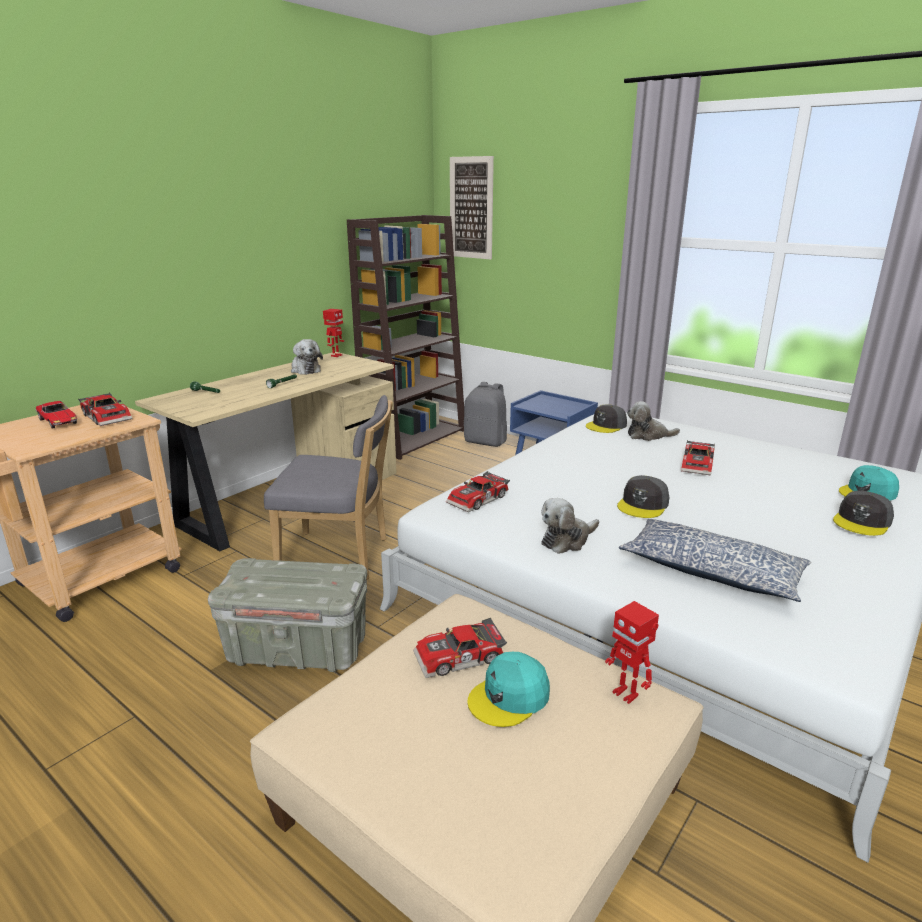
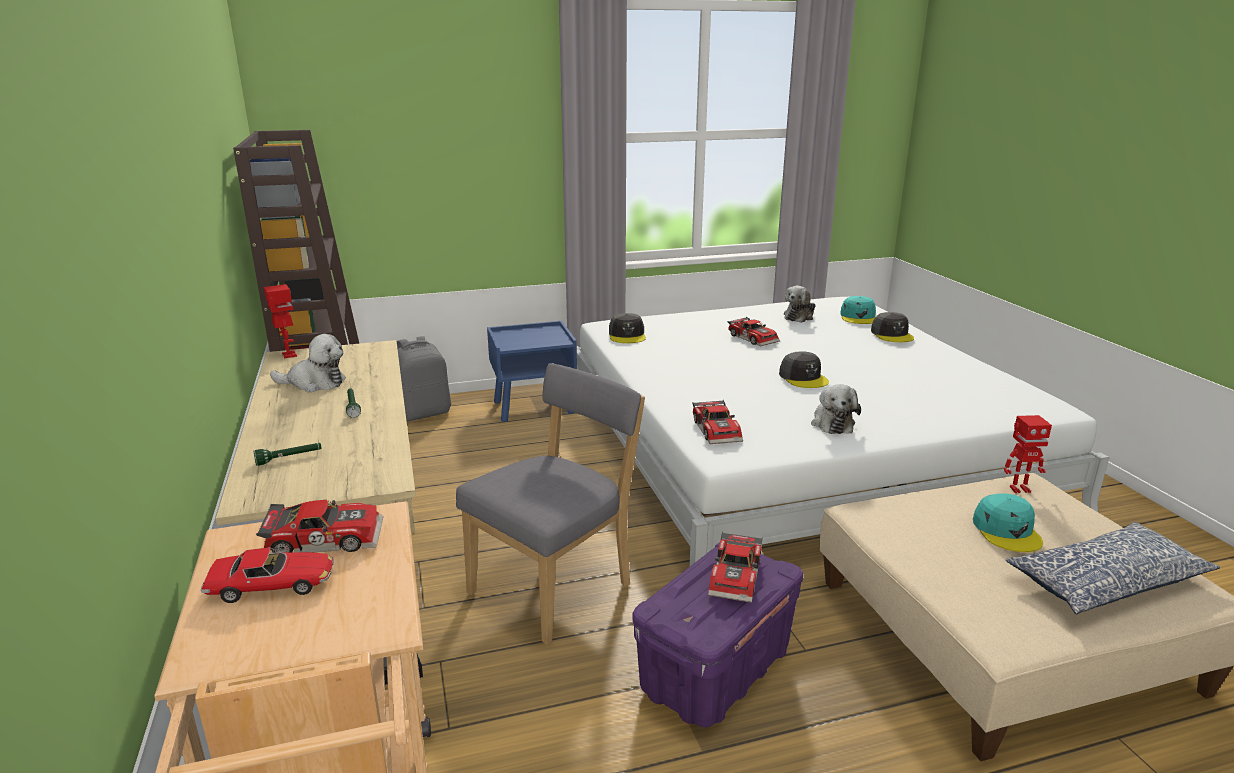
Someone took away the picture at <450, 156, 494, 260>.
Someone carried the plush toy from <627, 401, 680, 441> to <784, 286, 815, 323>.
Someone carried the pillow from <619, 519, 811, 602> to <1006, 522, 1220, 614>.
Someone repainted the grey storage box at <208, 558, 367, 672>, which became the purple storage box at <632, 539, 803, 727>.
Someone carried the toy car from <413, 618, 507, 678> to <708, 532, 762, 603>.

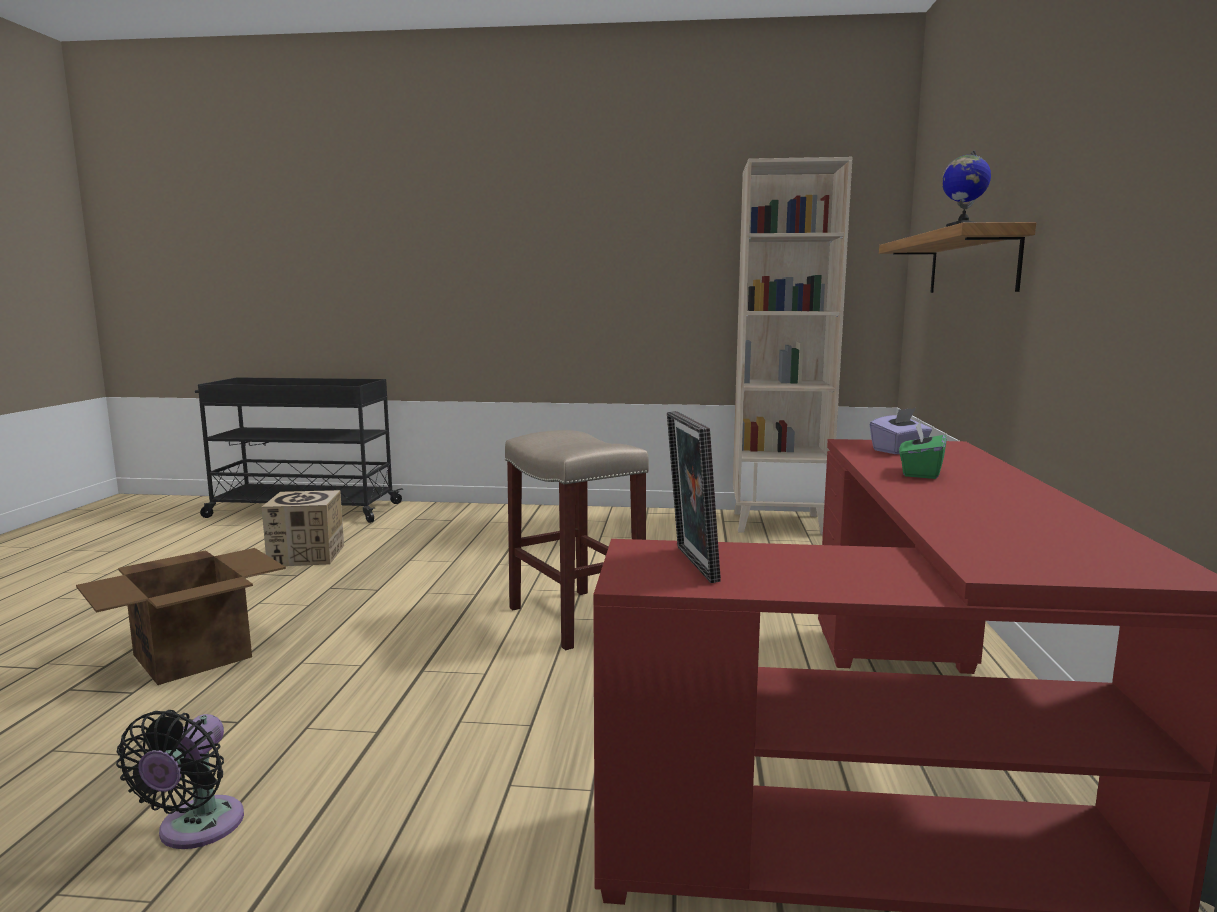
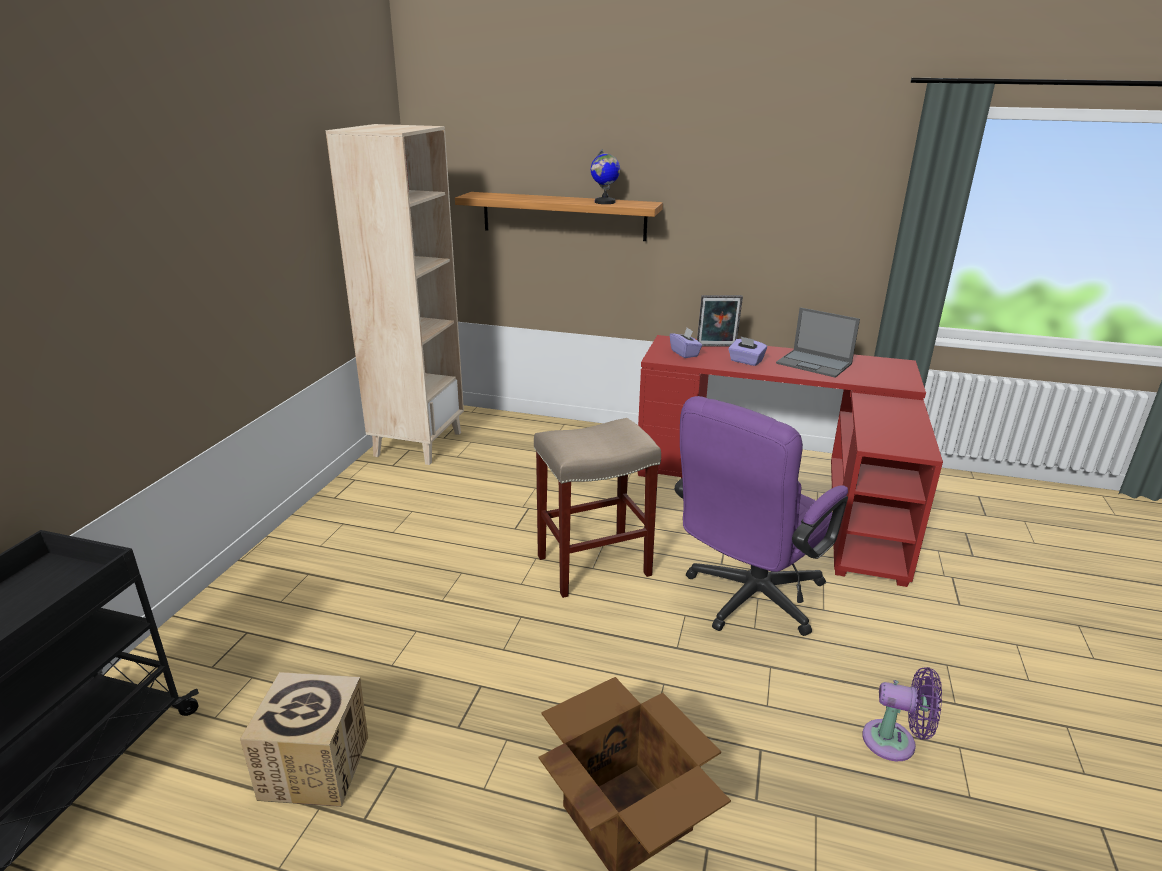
Someone carried the picture frame from <667, 411, 721, 583> to <697, 295, 743, 346>.
Someone repainted the green tissue box at <899, 422, 947, 479>, which became the purple tissue box at <728, 336, 767, 366>.
Someone repainted the black fan at <116, 710, 244, 849>, which became the purple fan at <862, 667, 942, 761>.
Someone put down the laptop at <776, 307, 860, 378>.
Someone put down the purple office chair at <674, 396, 848, 636>.

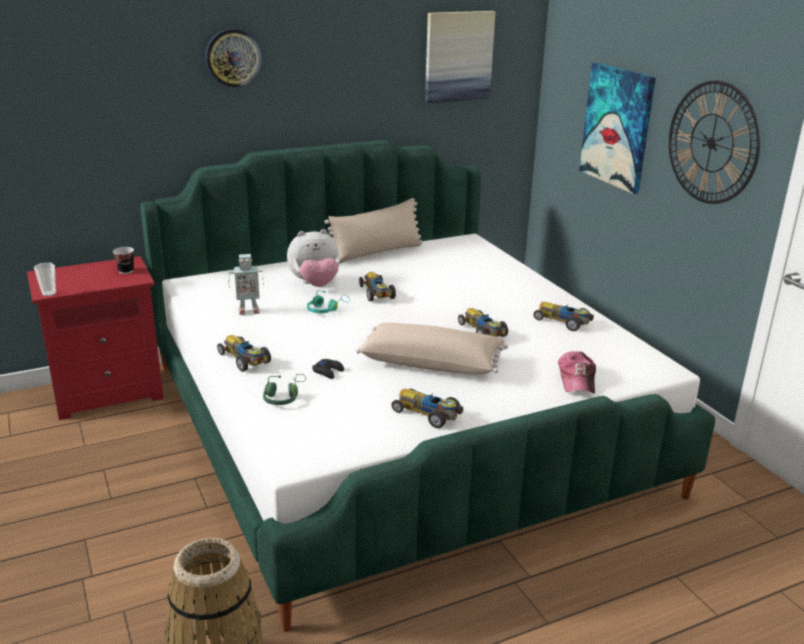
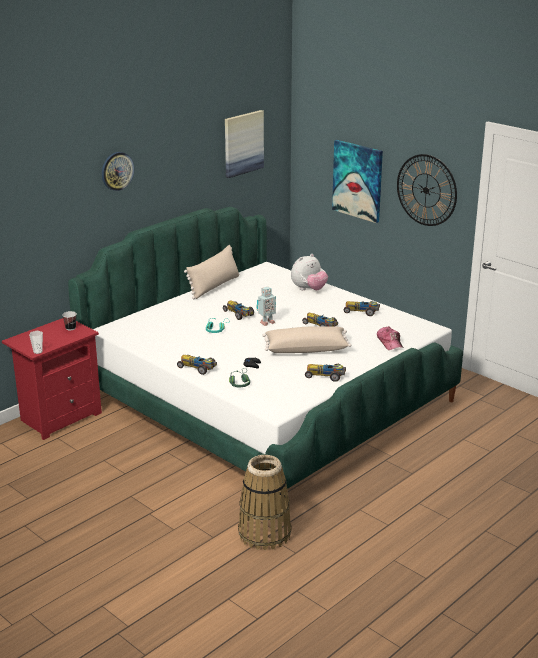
Someone carried the plush toy from <287, 229, 339, 287> to <291, 254, 328, 290>.
Someone carried the toy robot from <228, 254, 264, 315> to <256, 286, 276, 326>.

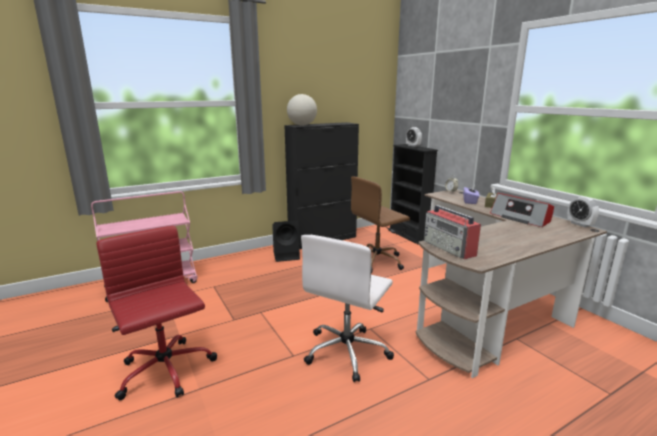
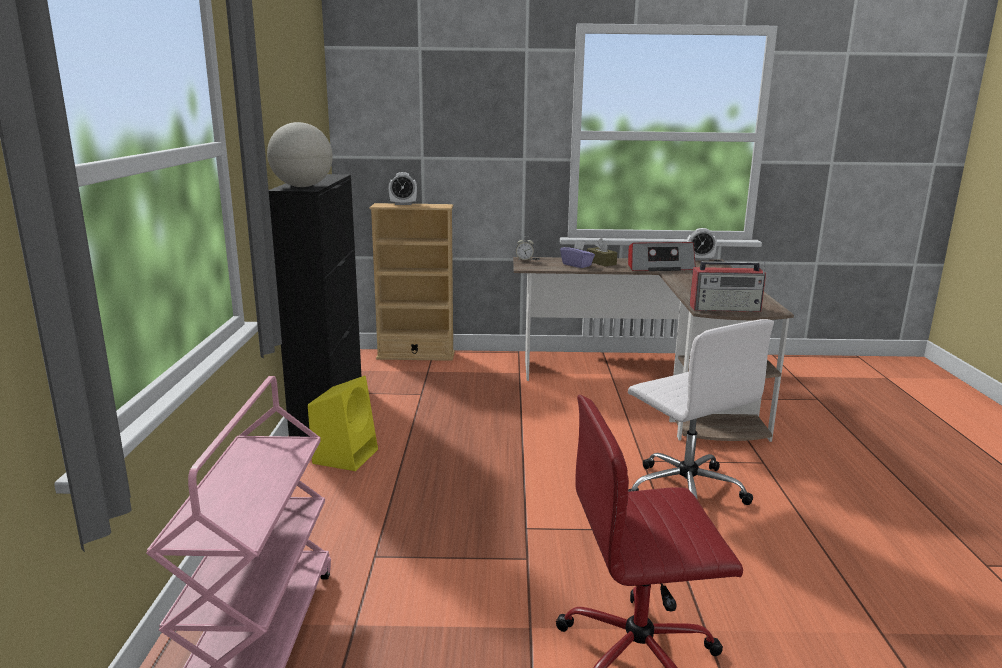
Someone repainted the black bookcase at <390, 144, 438, 244>, which became the beige bookcase at <369, 203, 455, 361>.
Someone took away the brown office chair at <351, 176, 410, 273>.
Someone repainted the black speaker at <272, 221, 300, 262>, which became the yellow speaker at <308, 376, 378, 471>.

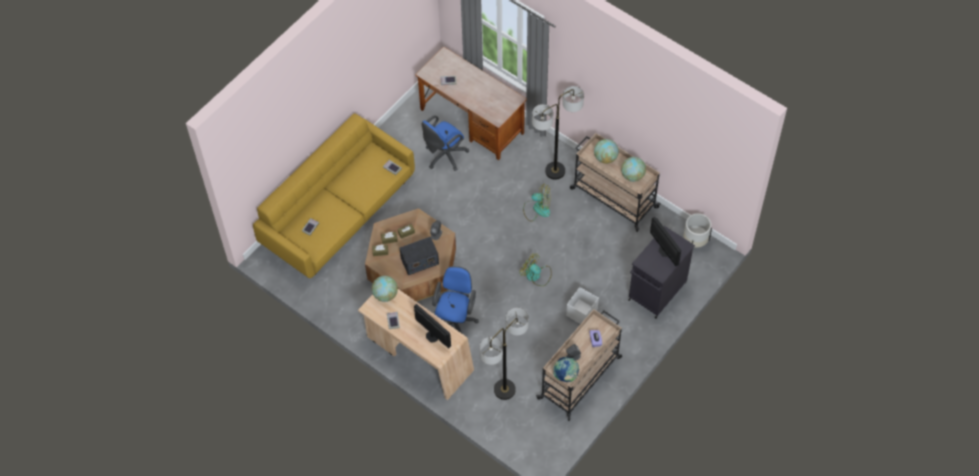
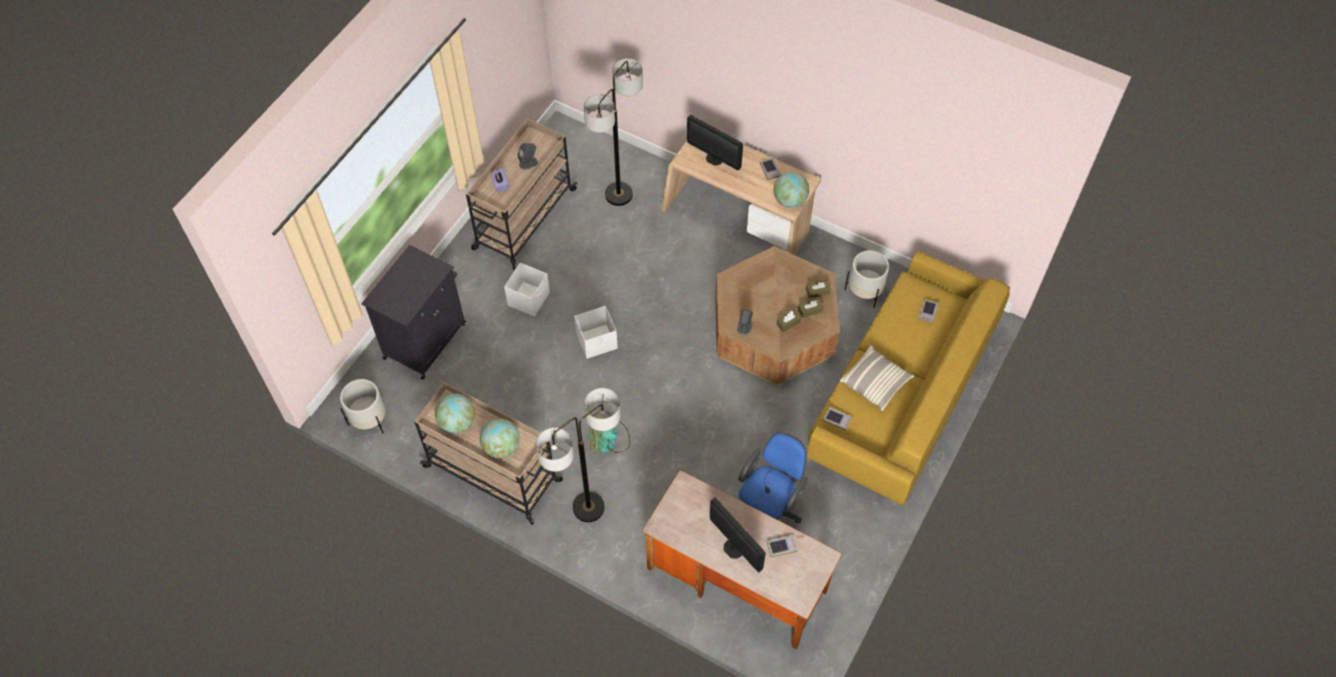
Someone carried the monitor from <650, 217, 681, 266> to <710, 498, 766, 572>.
Someone took away the radio at <400, 237, 439, 275>.
Someone swapped the fan at <519, 253, 552, 286> for the white storage box at <574, 306, 618, 359>.
Someone took away the blue office chair at <432, 266, 478, 333>.
Someone took away the globe at <553, 357, 579, 382>.
Someone put down the white planter at <845, 250, 889, 308>.
Someone put down the pillow at <840, 345, 914, 411>.

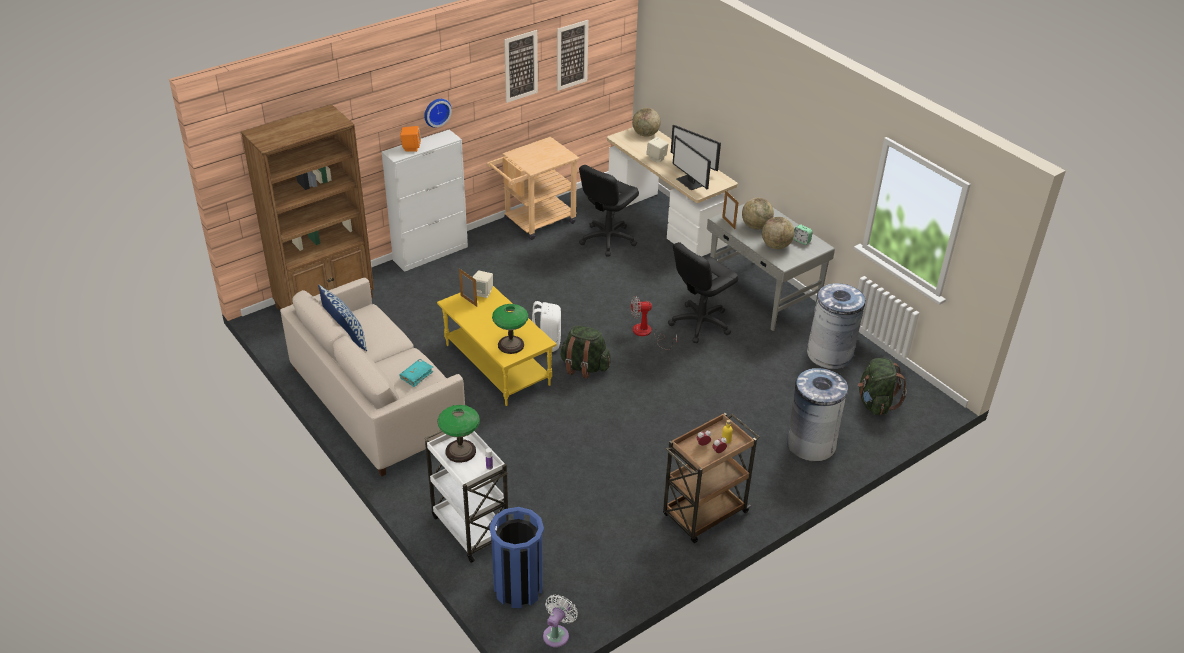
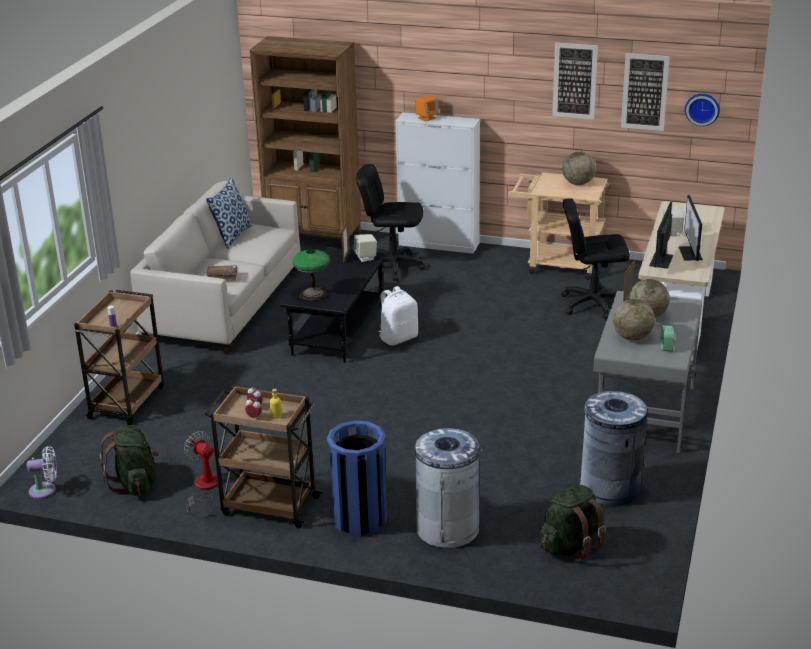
Someone carried the wall clock from <424, 99, 452, 128> to <685, 94, 720, 126>.
Someone carried the globe from <632, 108, 661, 137> to <562, 152, 596, 185>.
Someone carried the black office chair from <668, 242, 738, 343> to <356, 164, 426, 281>.
Someone repainted the yellow coffee table at <437, 286, 557, 406>, which became the black coffee table at <281, 247, 386, 363>.
Someone carried the fan from <631, 296, 677, 350> to <184, 431, 218, 513>.
Someone carried the green backpack from <560, 326, 611, 379> to <100, 425, 159, 495>.
Someone repainted the turquoise book at <399, 359, 433, 387>, which became the brown book at <206, 265, 237, 281>.
Someone took away the table lamp at <438, 405, 480, 463>.
Someone repainted the white cart at <425, 430, 509, 563>, which became the brown cart at <74, 290, 164, 425>.
Someone carried the blue trash can from <489, 507, 544, 608> to <327, 421, 387, 537>.

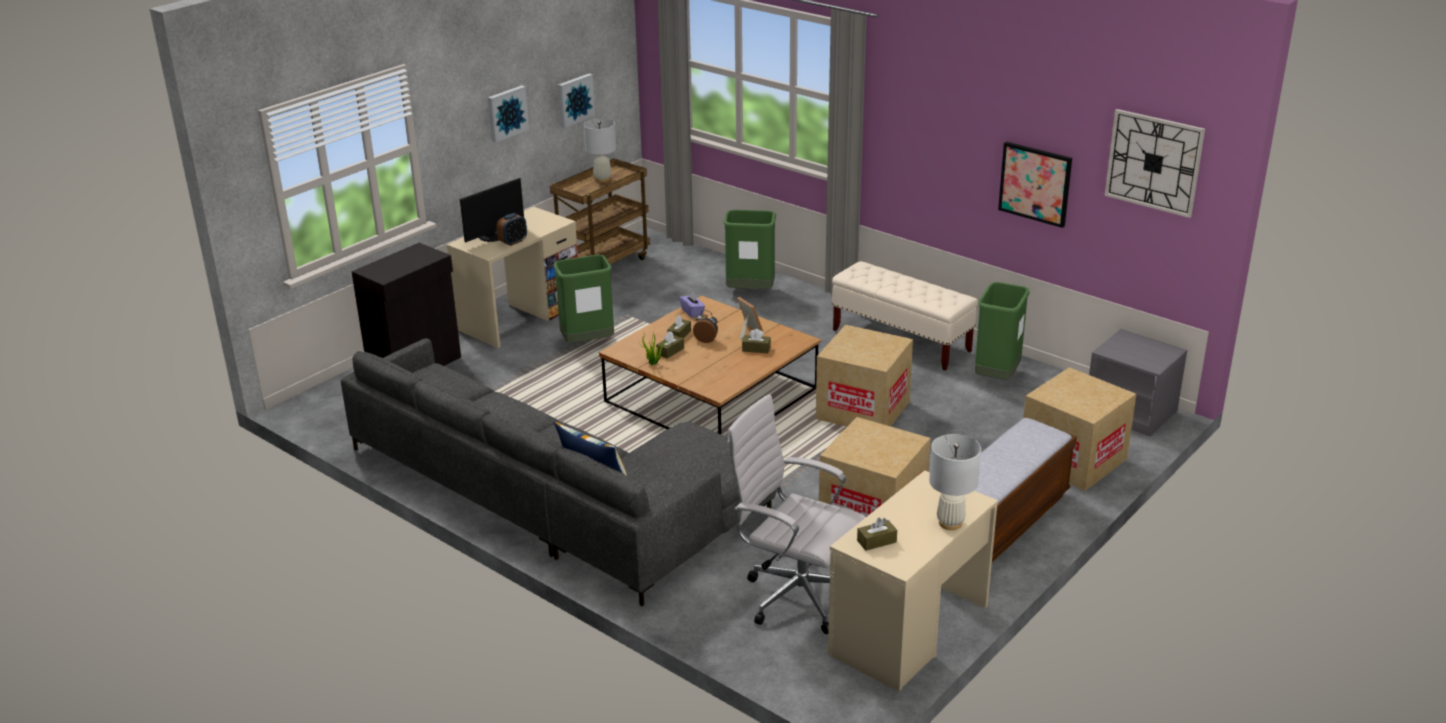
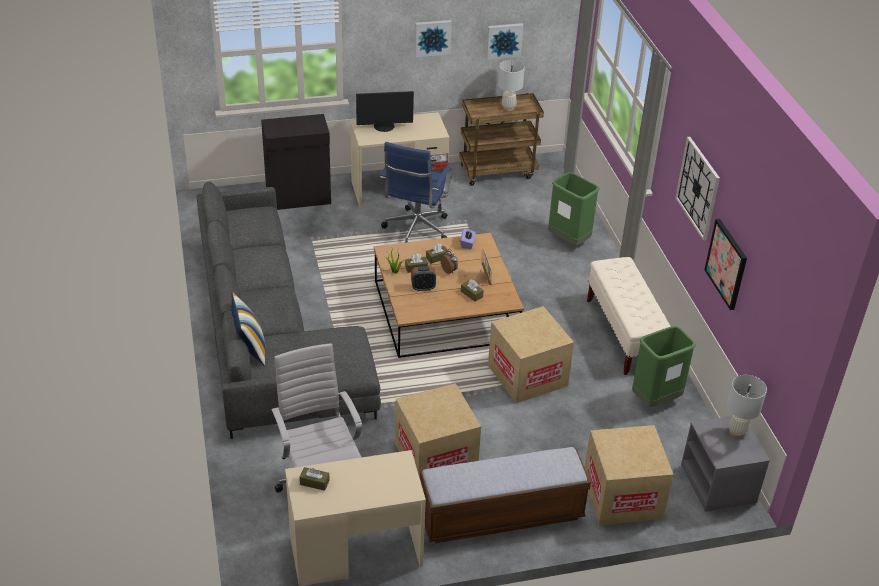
Someone carried the wall clock from <1105, 109, 1205, 218> to <675, 137, 720, 241>.
Someone carried the alarm clock from <497, 213, 527, 246> to <411, 266, 436, 291>.
Someone swapped the green trash can at <553, 255, 614, 343> for the blue office chair at <380, 142, 452, 242>.
Someone carried the white table lamp from <929, 434, 981, 530> to <727, 375, 767, 438>.

